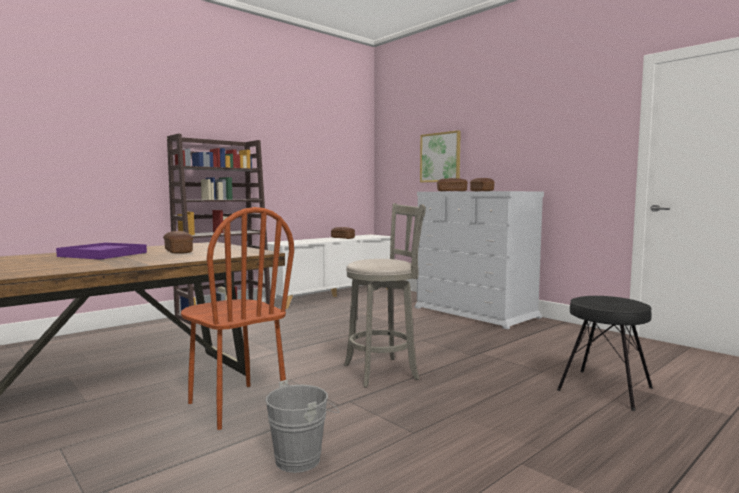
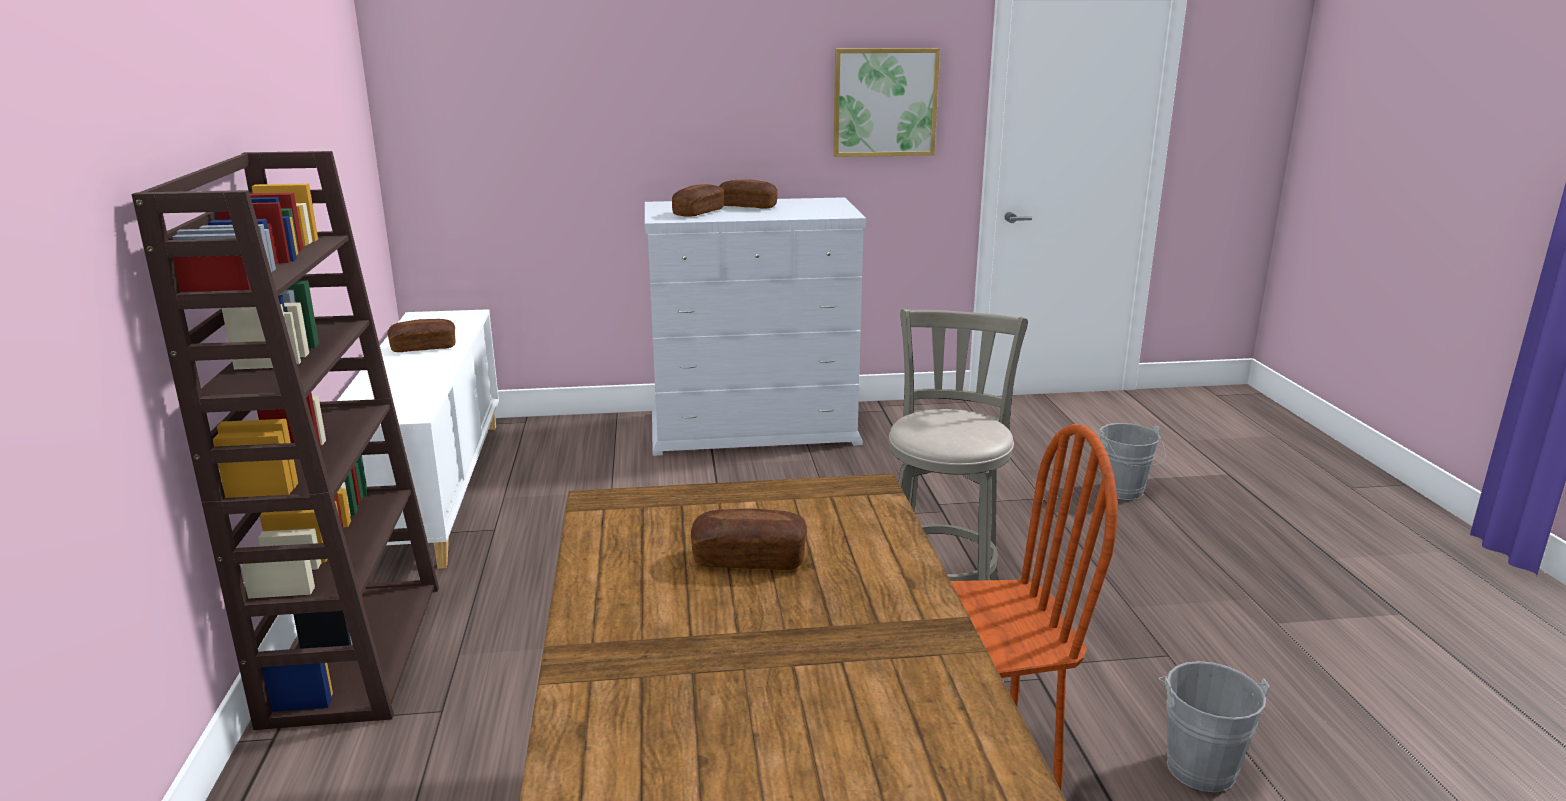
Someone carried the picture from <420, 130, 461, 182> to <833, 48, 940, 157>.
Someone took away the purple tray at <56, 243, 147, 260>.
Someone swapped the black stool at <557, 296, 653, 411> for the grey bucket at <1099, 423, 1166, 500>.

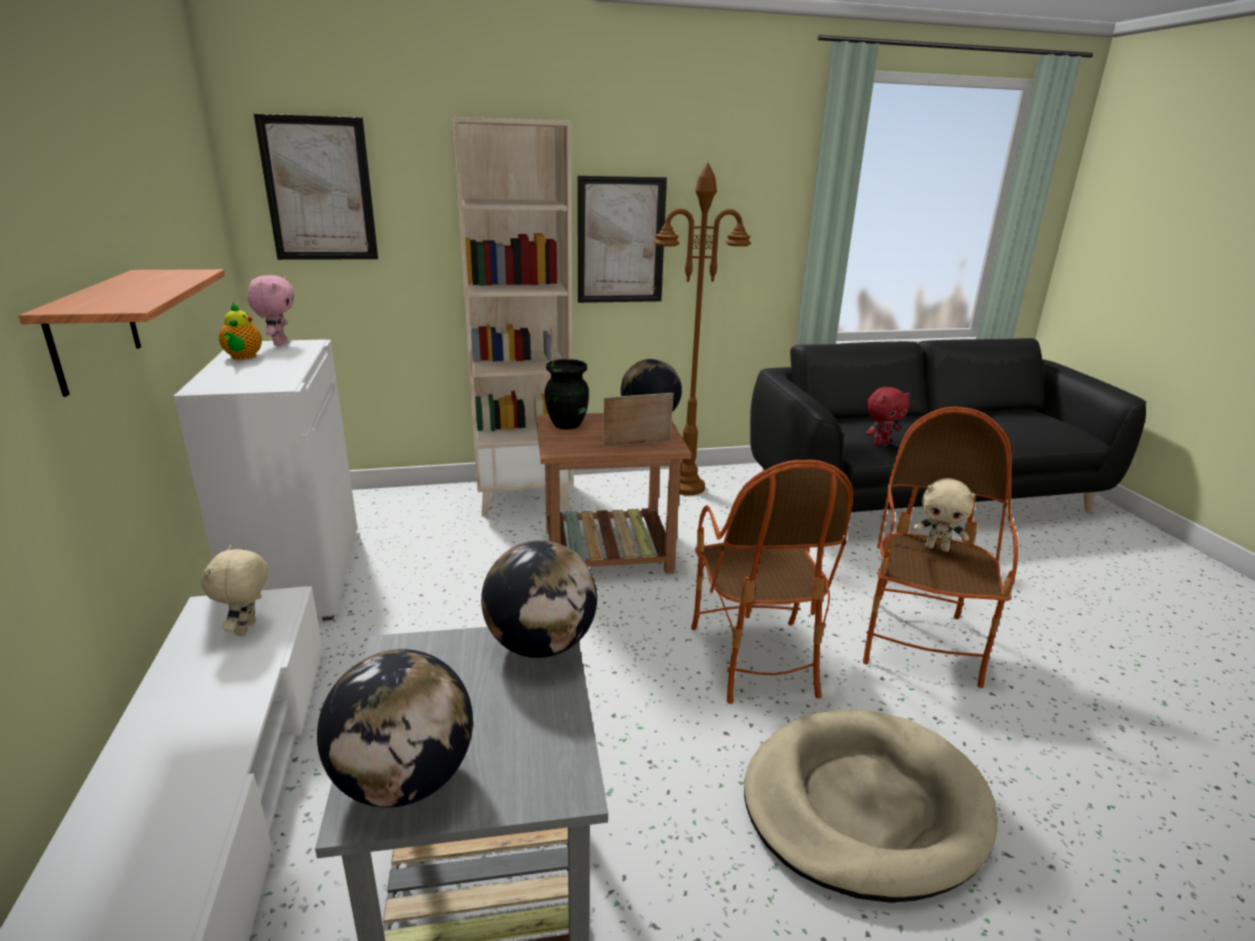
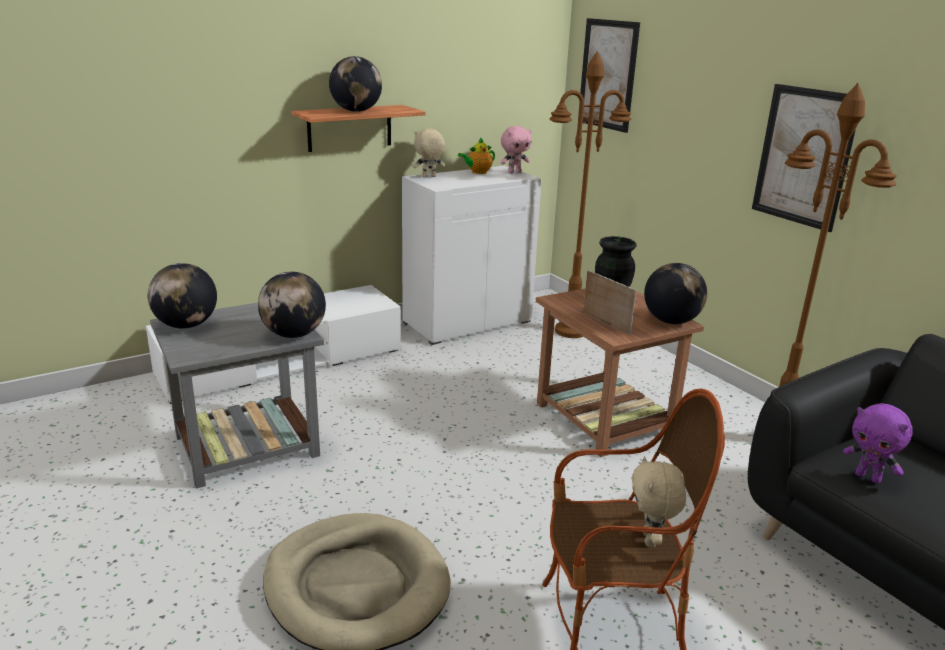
Someone took away the beige bookcase at <453, 117, 573, 517>.
Someone repainted the red plush toy at <866, 387, 910, 446>, which became the purple plush toy at <843, 403, 913, 484>.
Someone took away the armchair at <691, 460, 853, 704>.
Someone carried the beige plush toy from <201, 545, 268, 636> to <413, 128, 446, 177>.
Someone put down the brown floor lamp at <549, 51, 631, 338>.
Someone put down the globe at <329, 56, 382, 112>.

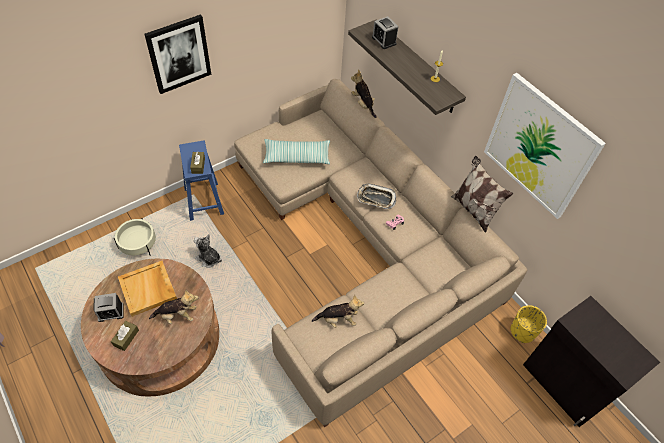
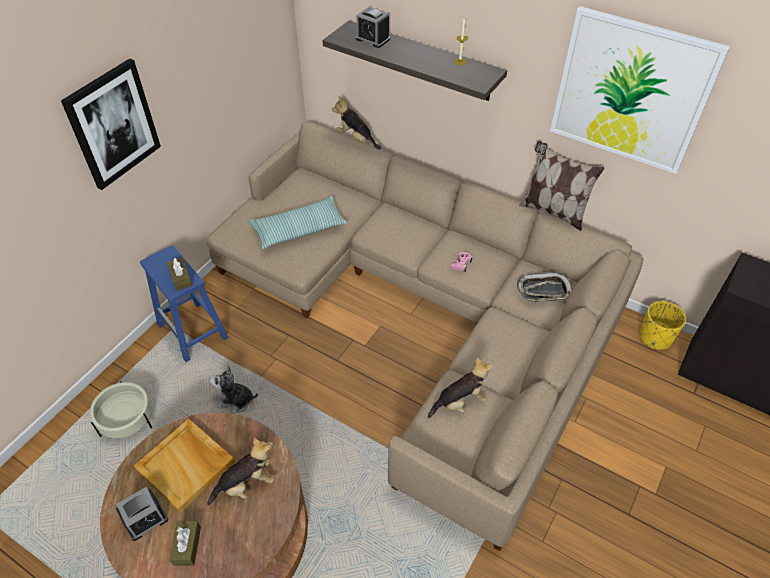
Someone carried the tray from <357, 183, 396, 209> to <517, 272, 573, 303>.

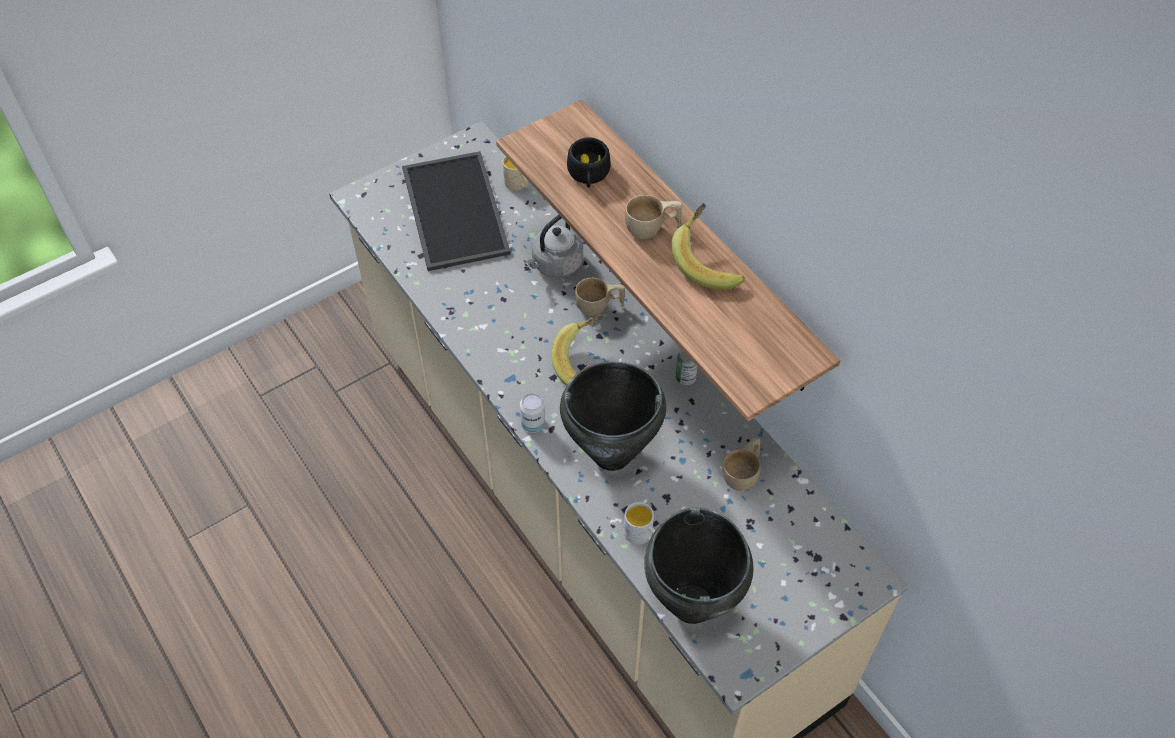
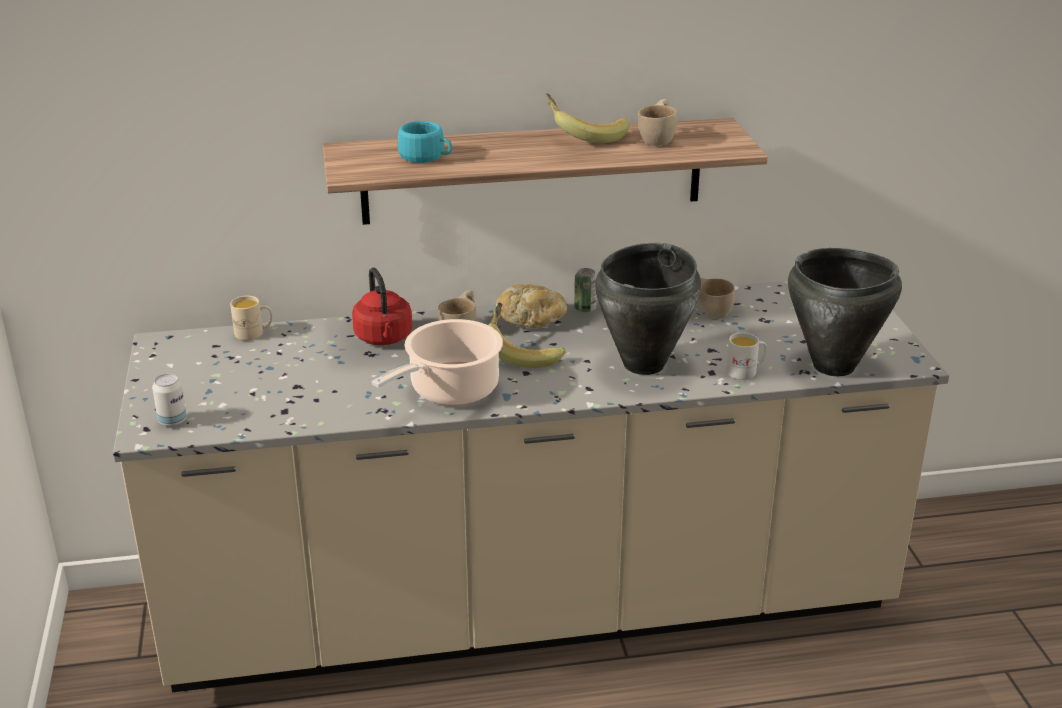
Someone repainted the black cup at <567, 137, 611, 188>, which became the turquoise cup at <398, 121, 452, 163>.
Someone took away the tray at <402, 151, 511, 271>.
Someone carried the beige cup from <625, 195, 682, 239> to <638, 99, 677, 146>.
Someone repainted the grey kettle at <524, 215, 583, 278>, which became the red kettle at <352, 267, 412, 345>.
Someone carried the can from <520, 393, 545, 433> to <152, 374, 187, 427>.
Someone put down the bread at <496, 284, 567, 328>.
Someone put down the cooking pot at <372, 319, 503, 405>.

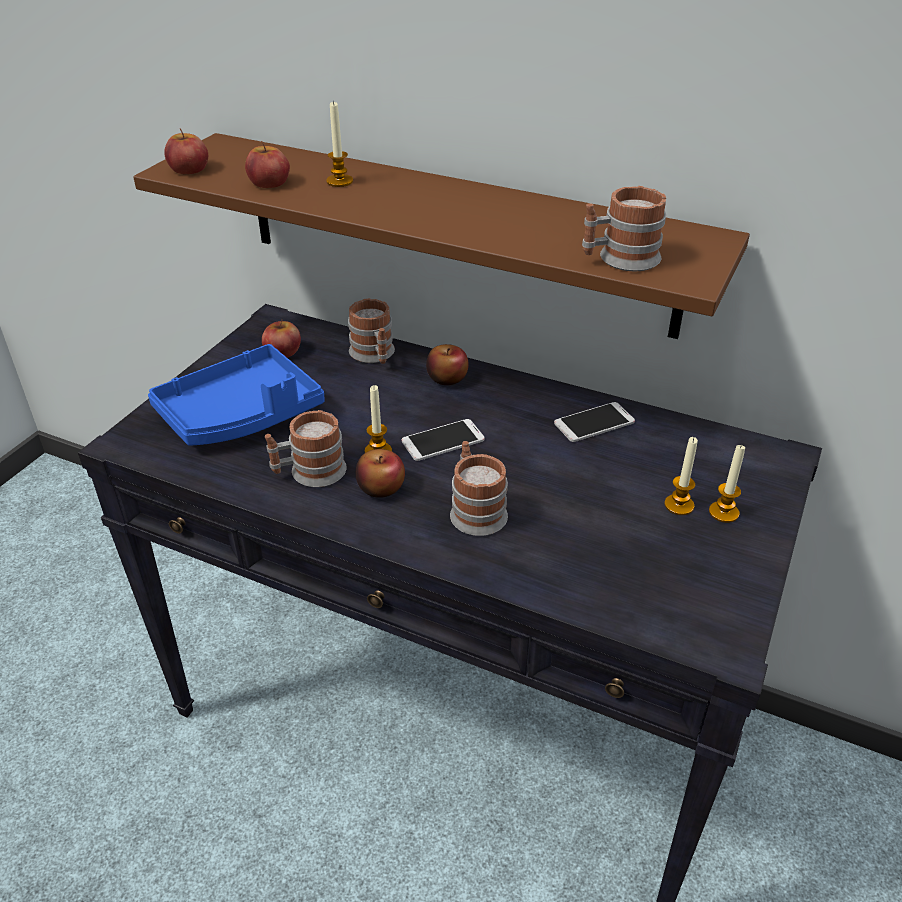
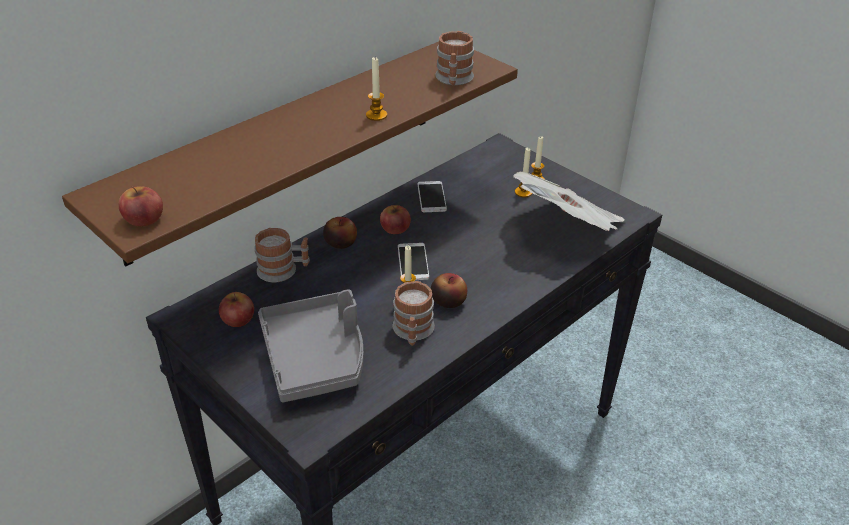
Someone carried the candle from <326, 101, 353, 187> to <366, 57, 387, 121>.
Someone carried the apple from <245, 141, 290, 188> to <380, 205, 411, 234>.
Someone repainted the blue tray at <148, 344, 325, 446>, which became the grey tray at <258, 289, 363, 402>.
Someone took away the mug at <450, 441, 508, 536>.
Someone put down the newspaper at <513, 172, 625, 231>.

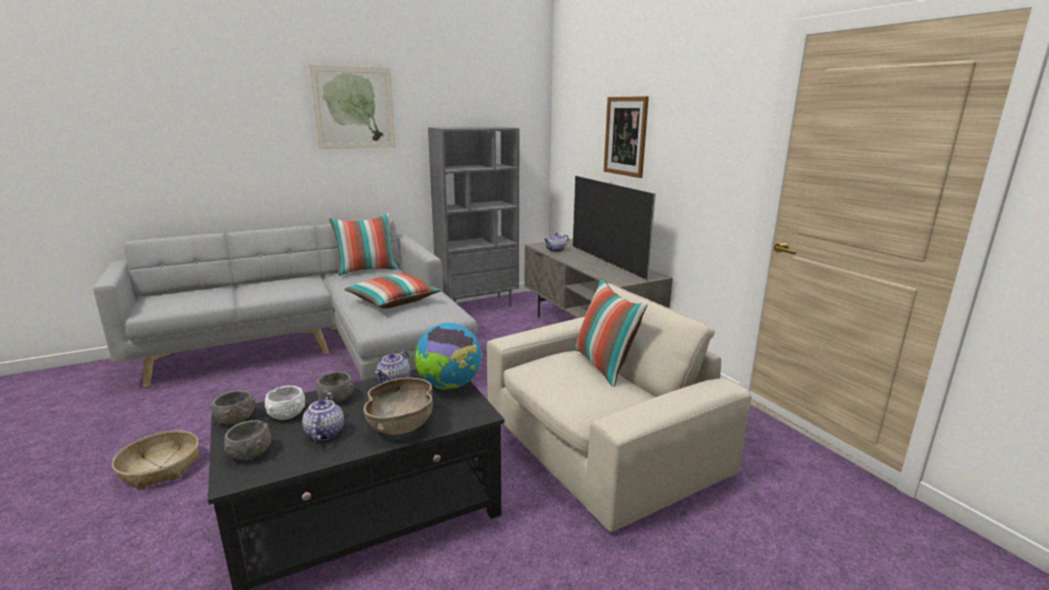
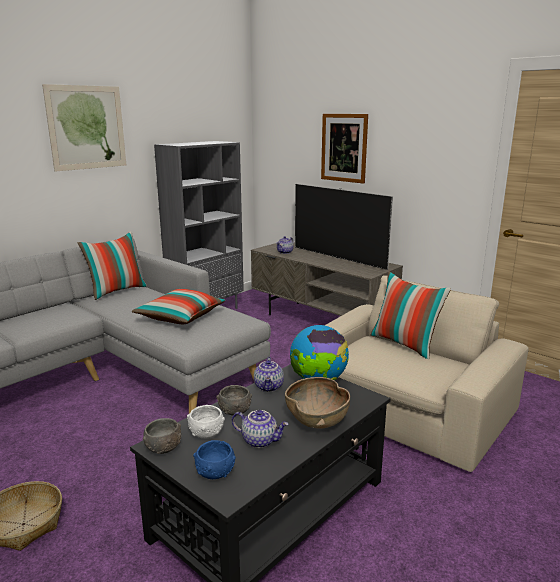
Someone rotated the teapot at <302, 392, 344, 441> by 135 degrees clockwise.
Someone repainted the grey bowl at <224, 420, 271, 460>, which became the blue bowl at <193, 440, 236, 479>.

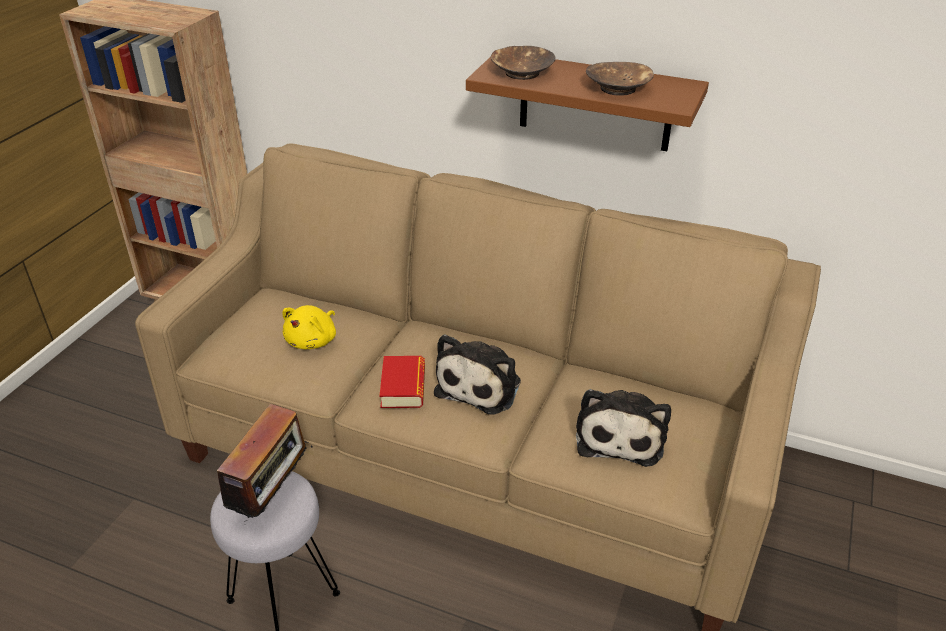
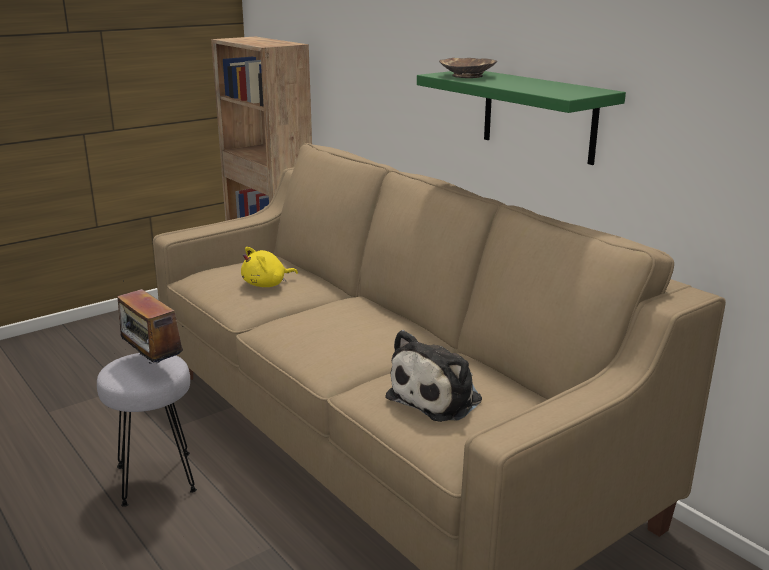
Someone repainted the brown shelf at <466, 57, 709, 151>, which became the green shelf at <417, 71, 626, 165>.
Someone took away the brown bowl at <586, 62, 654, 96>.
Someone took away the plush toy at <434, 334, 521, 415>.
Someone took away the book at <380, 356, 425, 408>.
Someone rotated the radio at <207, 404, 313, 525> by 90 degrees clockwise.

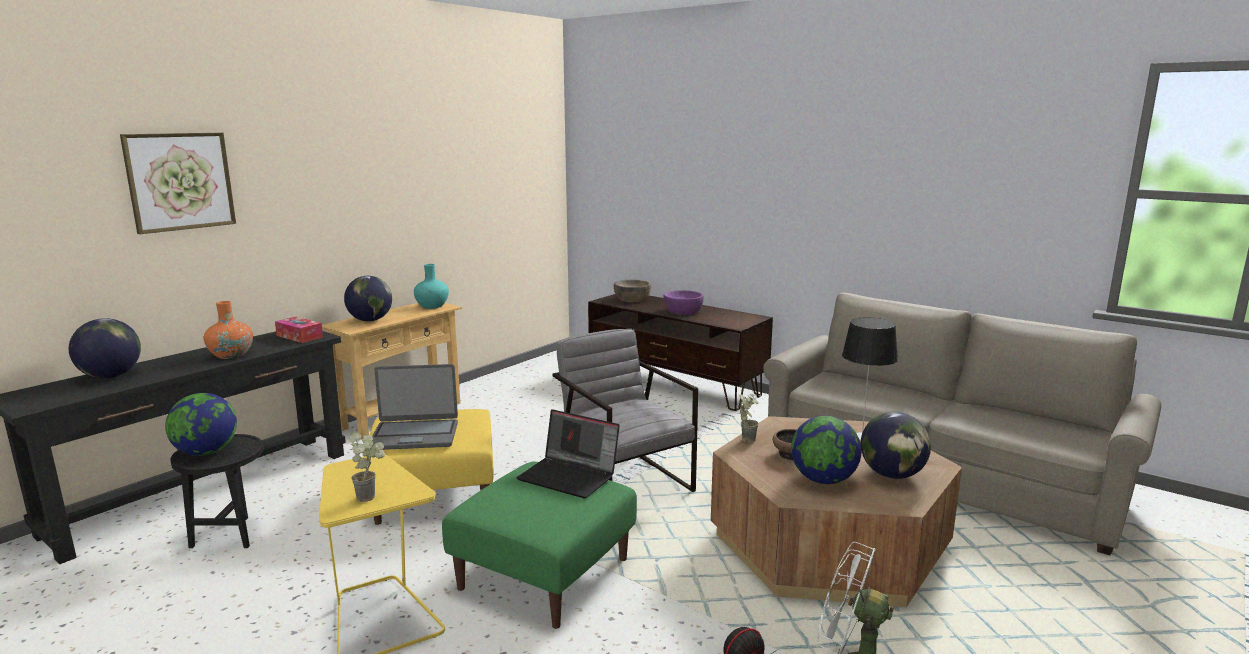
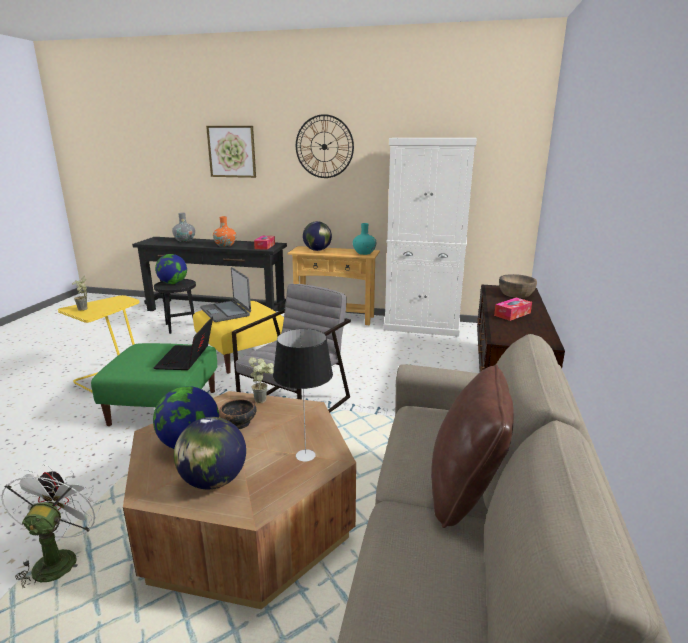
Someone swapped the purple bowl at <663, 290, 704, 315> for the tissue box at <494, 297, 532, 321>.
Someone swapped the globe at <69, 318, 141, 378> for the grey vase at <172, 213, 195, 242>.
Someone put up the wall clock at <296, 114, 354, 178>.
Someone put down the white cabinet at <383, 138, 477, 337>.
Someone put down the brown pillow at <431, 364, 514, 528>.

